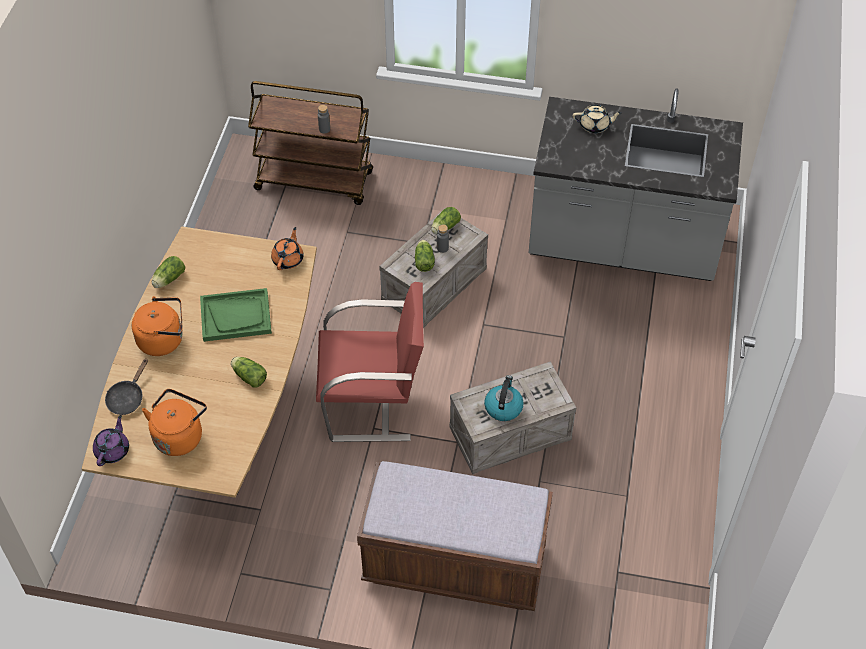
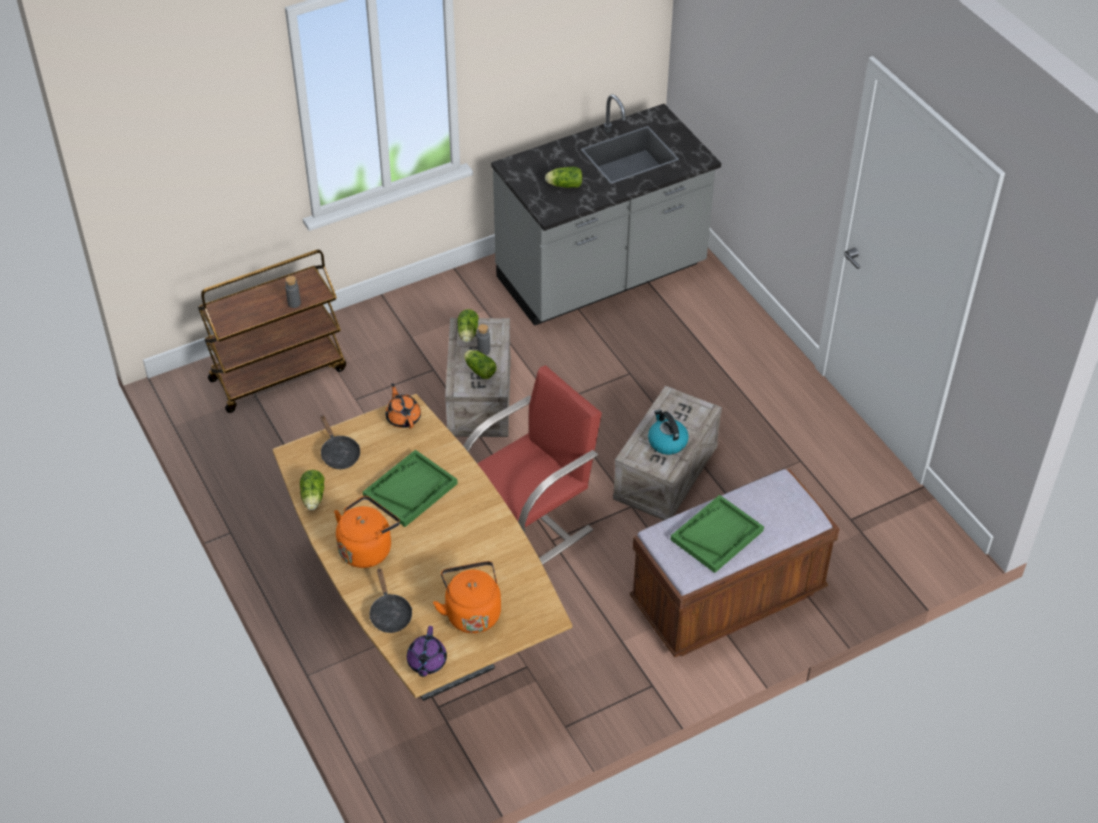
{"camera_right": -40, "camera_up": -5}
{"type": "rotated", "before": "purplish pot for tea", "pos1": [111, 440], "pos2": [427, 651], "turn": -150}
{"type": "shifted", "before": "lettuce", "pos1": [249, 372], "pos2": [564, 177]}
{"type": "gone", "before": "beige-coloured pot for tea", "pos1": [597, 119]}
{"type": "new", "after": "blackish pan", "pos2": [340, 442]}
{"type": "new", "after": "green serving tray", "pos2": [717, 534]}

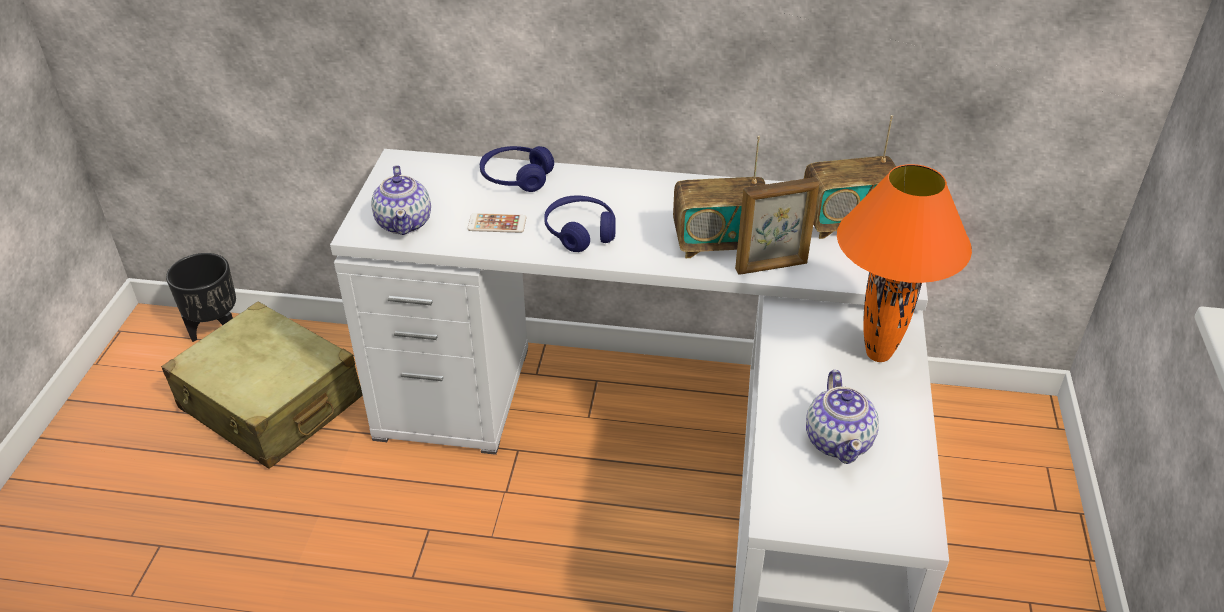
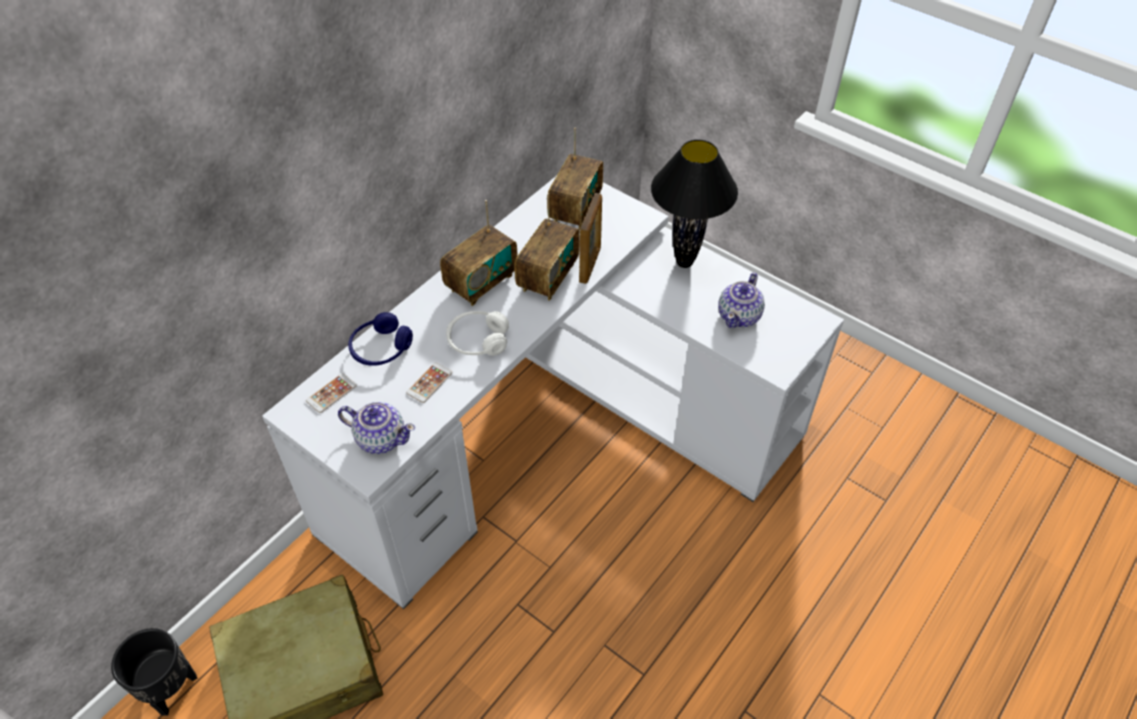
{"camera_right": -60, "camera_up": 10}
{"type": "repainted", "before": "blue pair of headphones", "after": "whitish pair of headphones", "pos1": [580, 223], "pos2": [477, 333]}
{"type": "rotated", "before": "pot for tea", "pos1": [842, 417], "pos2": [741, 300], "turn": 90}
{"type": "repainted", "before": "orange-coloured lamp for a table", "after": "blackish lamp for a table", "pos1": [904, 263], "pos2": [694, 204]}
{"type": "new", "after": "phone", "pos2": [331, 393]}
{"type": "new", "after": "radio", "pos2": [479, 253]}

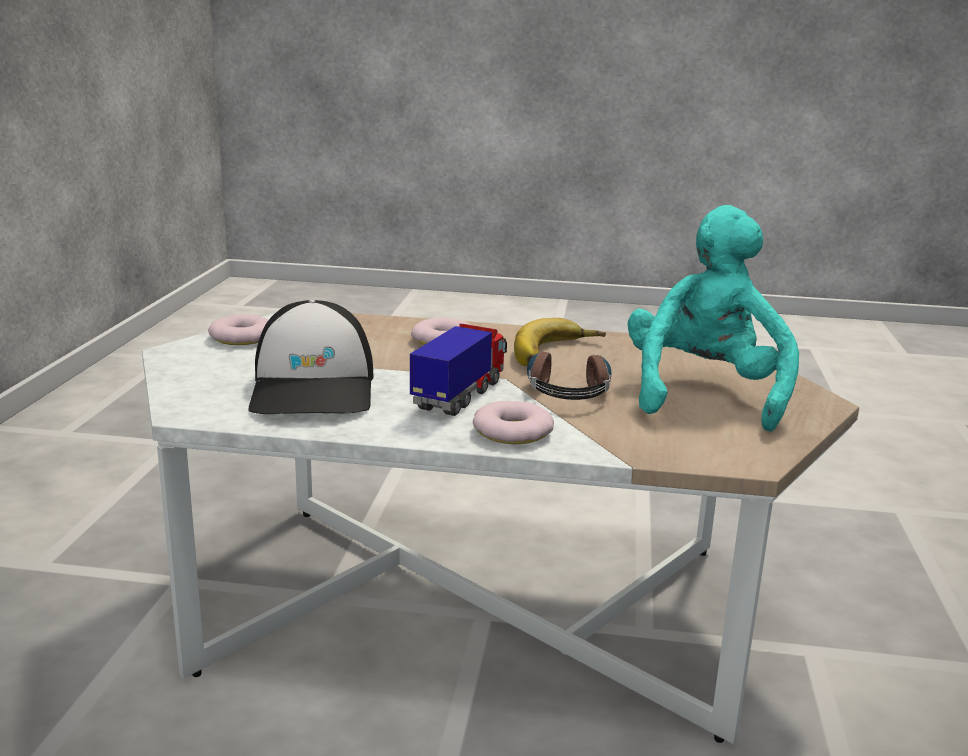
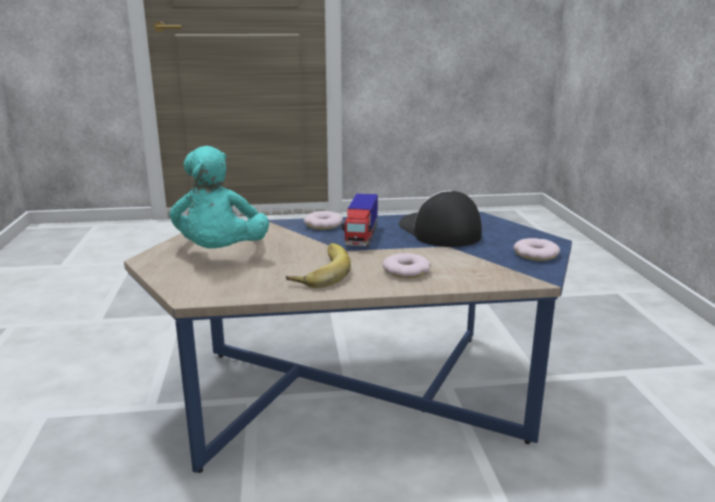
{"camera_right": 165, "camera_up": 0}
{"type": "repainted", "before": "whitish coffee table", "after": "blue coffee table", "pos1": [500, 528], "pos2": [348, 342]}
{"type": "gone", "before": "pair of headphones", "pos1": [569, 376]}

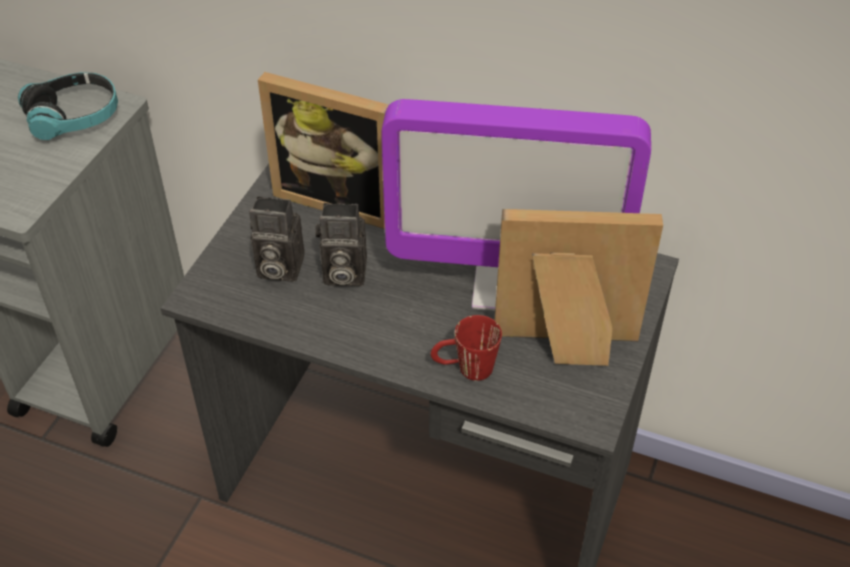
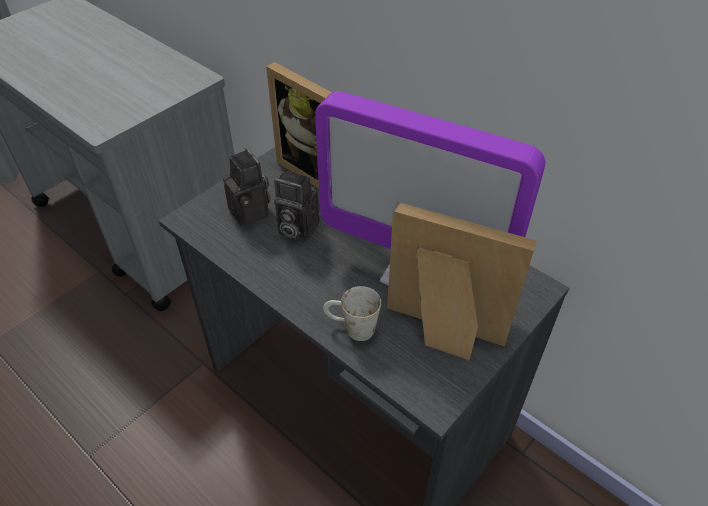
{"camera_right": 20, "camera_up": 0}
{"type": "gone", "before": "pair of headphones", "pos1": [68, 106]}
{"type": "rotated", "before": "photo camera", "pos1": [277, 239], "pos2": [247, 187], "turn": -150}
{"type": "repainted", "before": "reddish coffee mug", "after": "whitish coffee mug", "pos1": [466, 348], "pos2": [352, 313]}

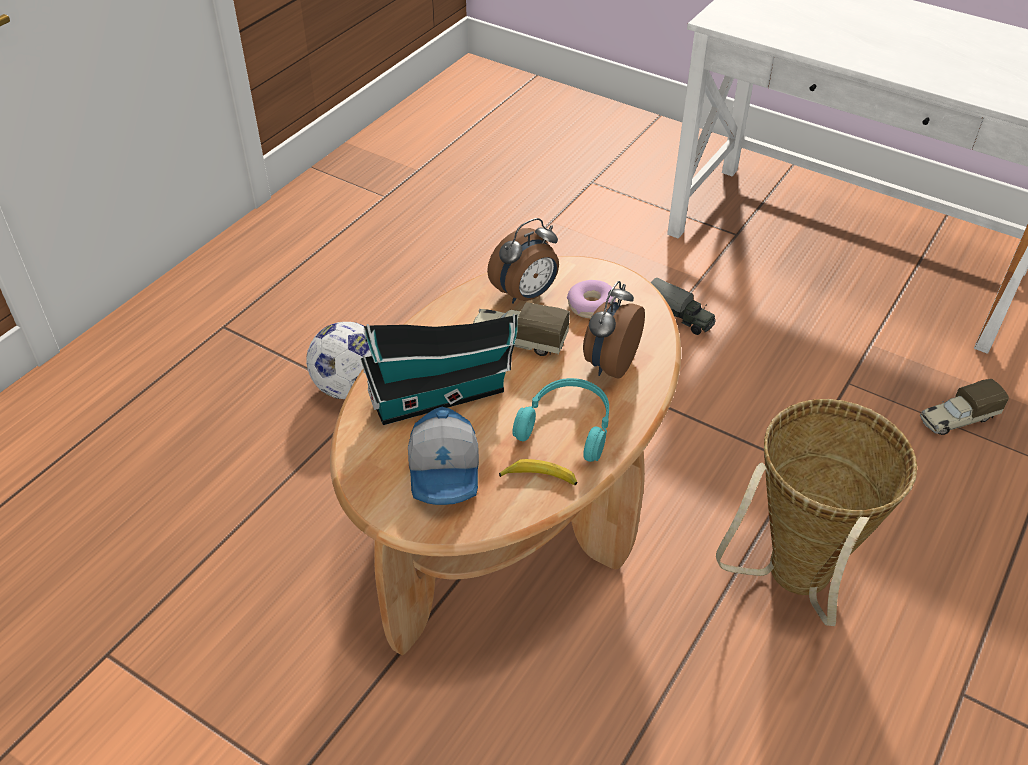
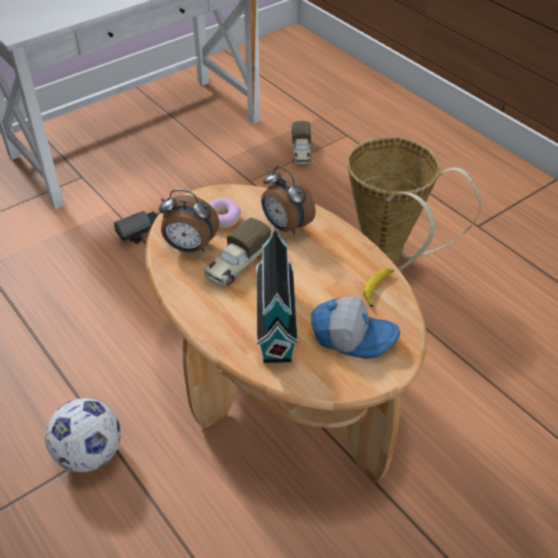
{"camera_right": -70, "camera_up": 0}
{"type": "rotated", "before": "bedside clock", "pos1": [523, 261], "pos2": [189, 221], "turn": 120}
{"type": "gone", "before": "turquoise pair of headphones", "pos1": [560, 420]}

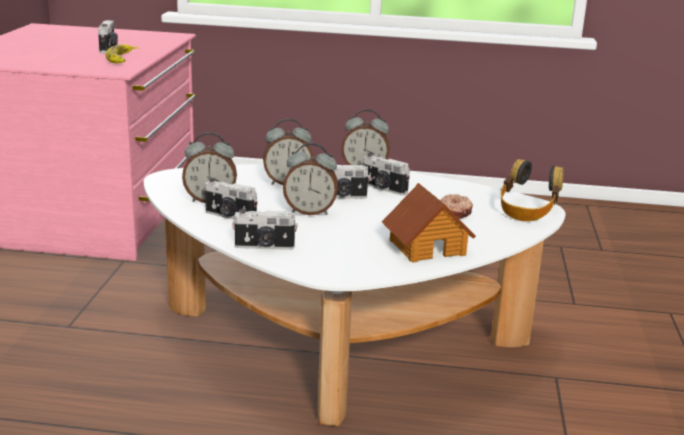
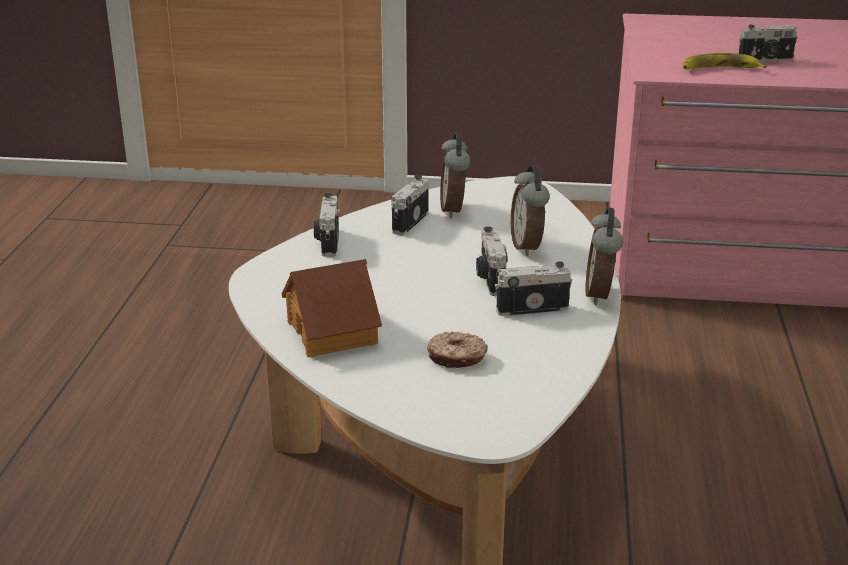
{"camera_right": 90, "camera_up": 5}
{"type": "gone", "before": "bedside clock", "pos1": [310, 179]}
{"type": "rotated", "before": "photo camera", "pos1": [386, 174], "pos2": [533, 288], "turn": 45}
{"type": "gone", "before": "pair of headphones", "pos1": [532, 190]}

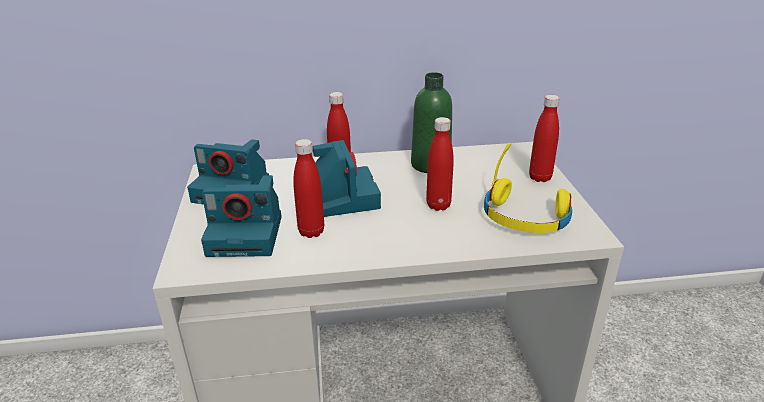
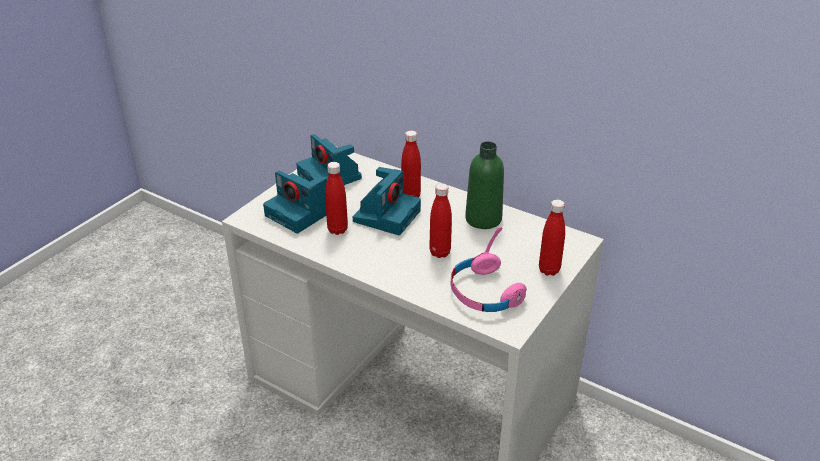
{"camera_right": 40, "camera_up": 5}
{"type": "repainted", "before": "yellow-coloured pair of headphones", "after": "pink-coloured pair of headphones", "pos1": [528, 188], "pos2": [489, 269]}

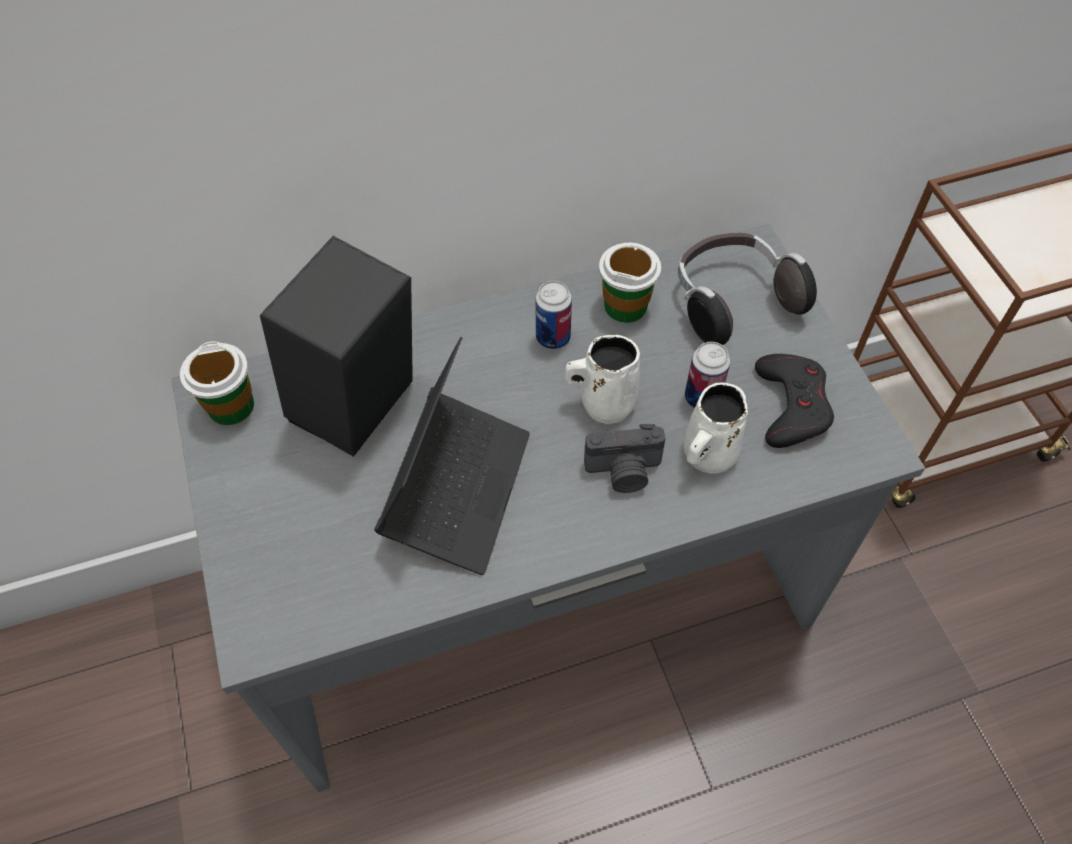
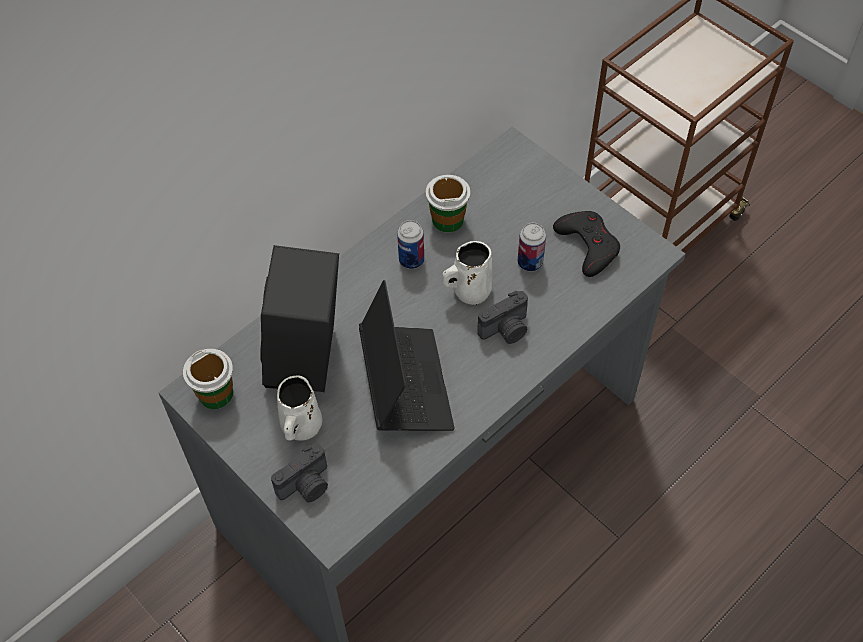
{"camera_right": -25, "camera_up": 0}
{"type": "gone", "before": "pair of headphones", "pos1": [747, 289]}
{"type": "shifted", "before": "whitish coffee mug", "pos1": [715, 428], "pos2": [299, 408]}
{"type": "new", "after": "photo camera", "pos2": [299, 473]}

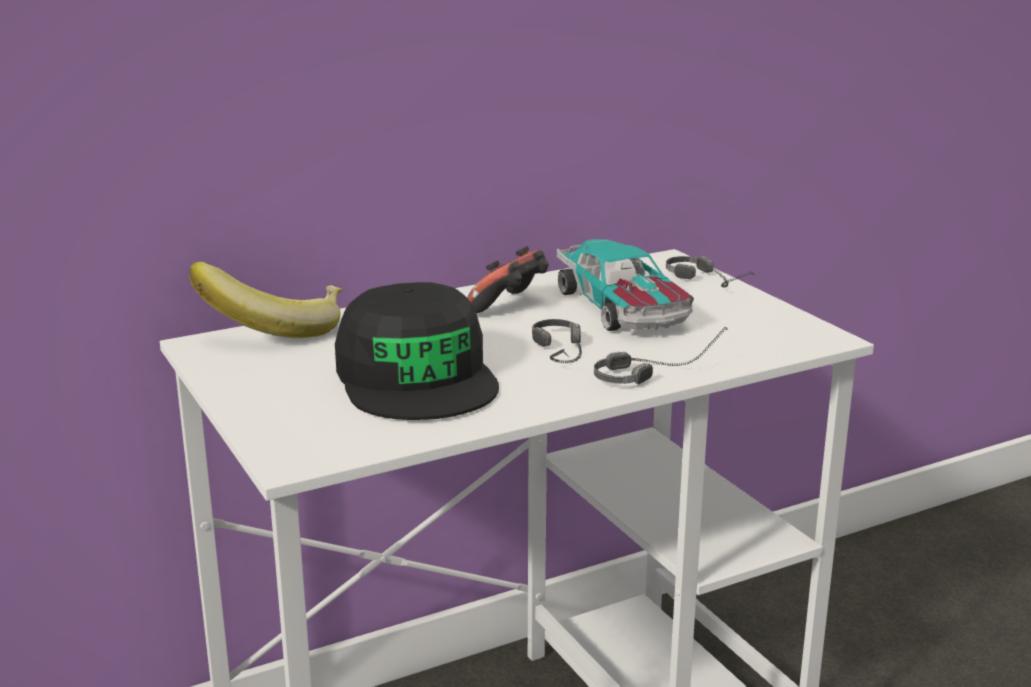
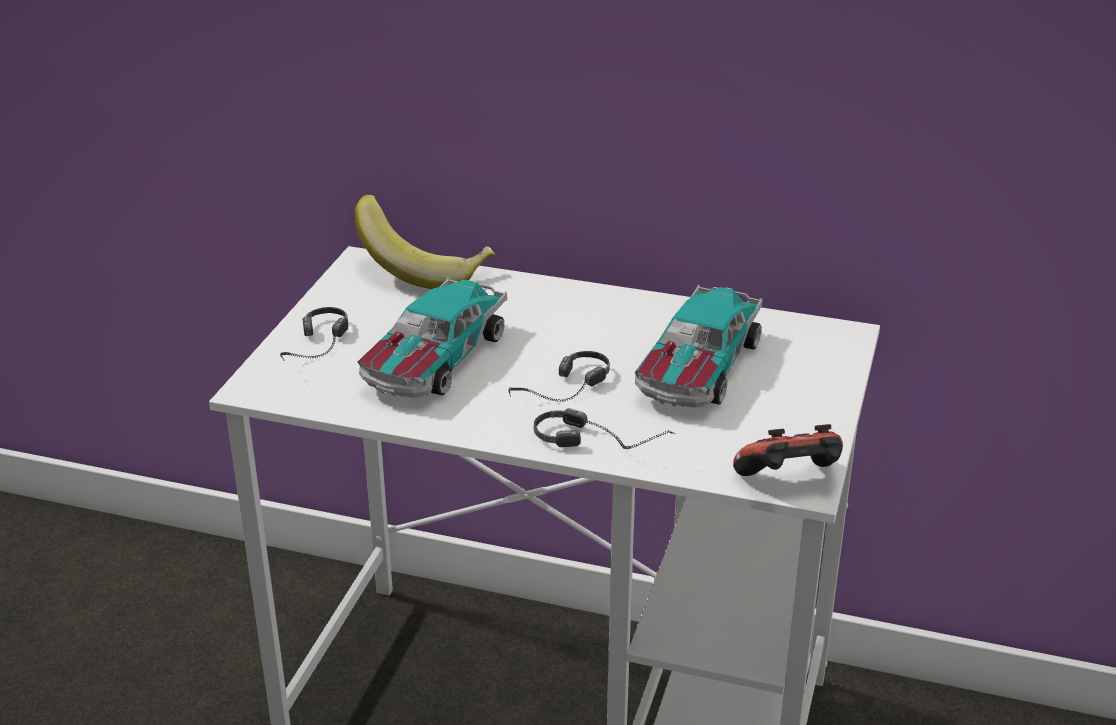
{"camera_right": 45, "camera_up": 10}
{"type": "swapped", "before": "blackish peaked cap", "after": "miniature car", "pos1": [417, 351], "pos2": [432, 338]}
{"type": "shifted", "before": "game controller", "pos1": [508, 279], "pos2": [788, 450]}
{"type": "shifted", "before": "pair of headphones", "pos1": [712, 272], "pos2": [314, 334]}

